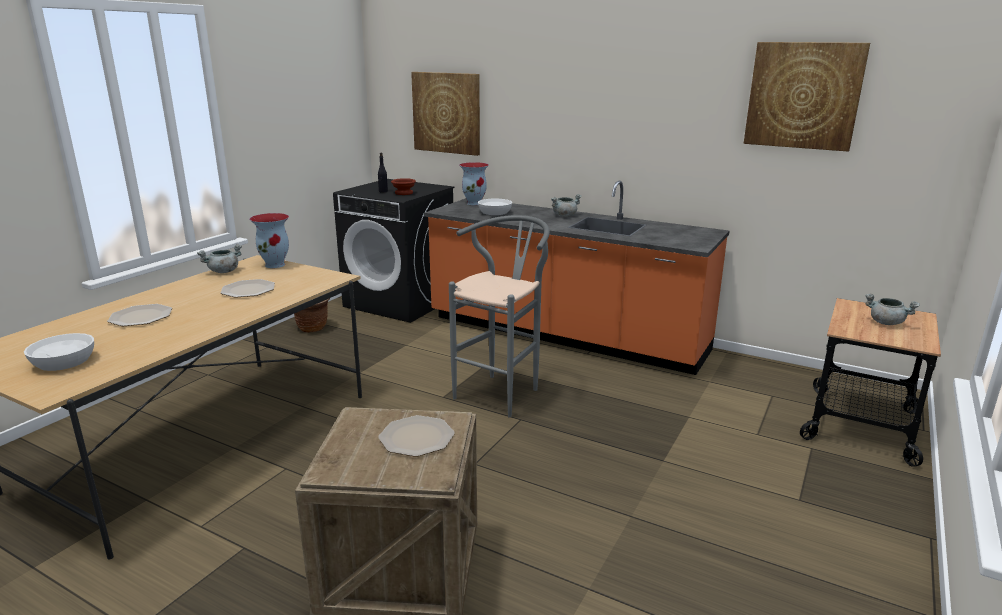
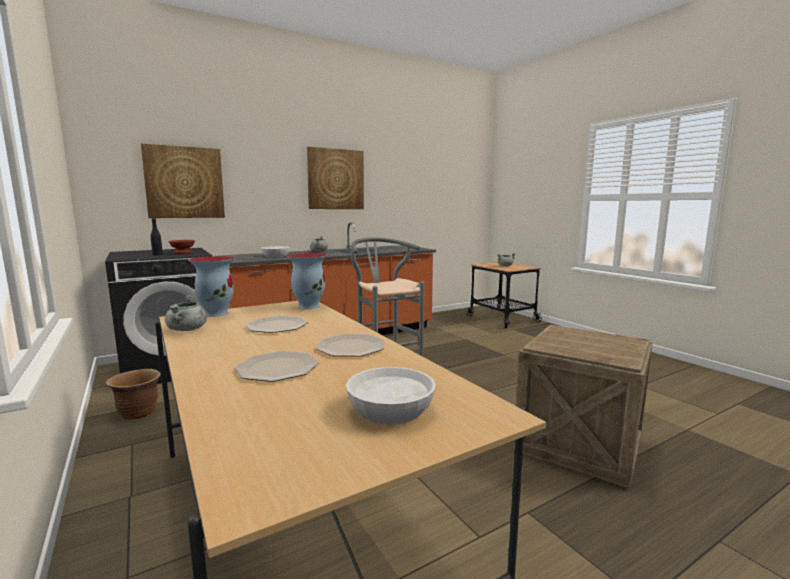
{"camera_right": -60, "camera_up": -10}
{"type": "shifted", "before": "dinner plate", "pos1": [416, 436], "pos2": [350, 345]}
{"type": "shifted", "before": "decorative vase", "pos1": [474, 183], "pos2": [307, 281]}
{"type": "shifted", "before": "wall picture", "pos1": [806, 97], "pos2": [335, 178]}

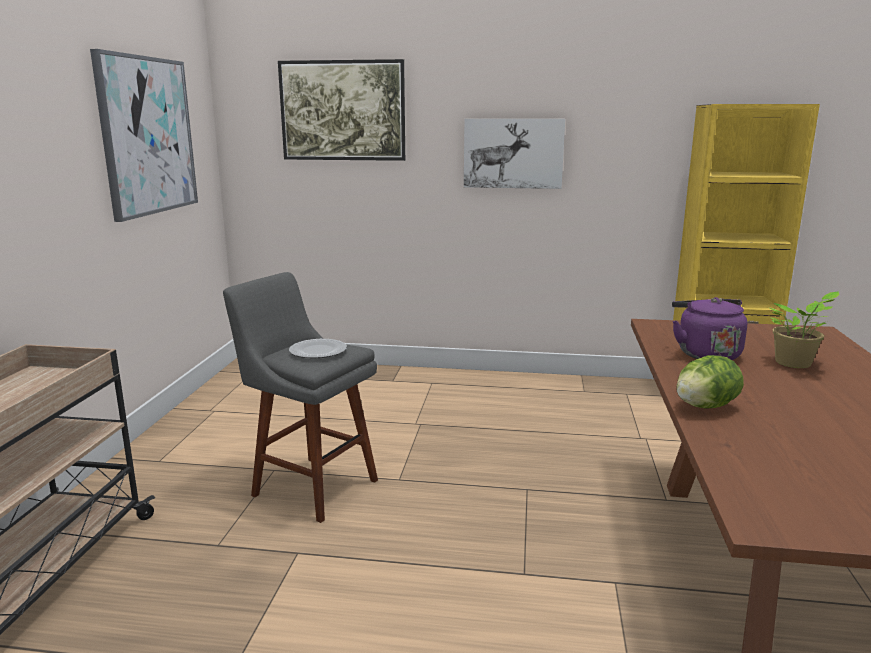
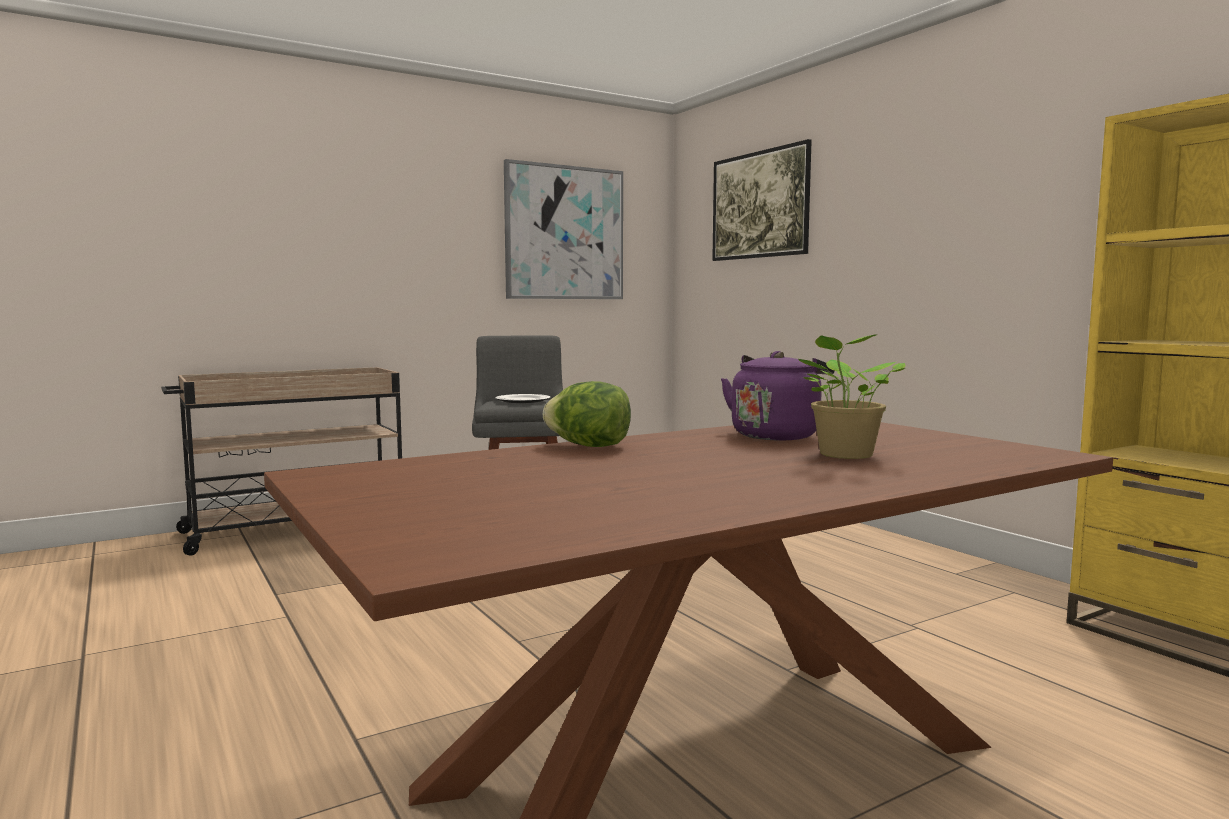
{"camera_right": 50, "camera_up": -10}
{"type": "gone", "before": "wall picture", "pos1": [514, 154]}

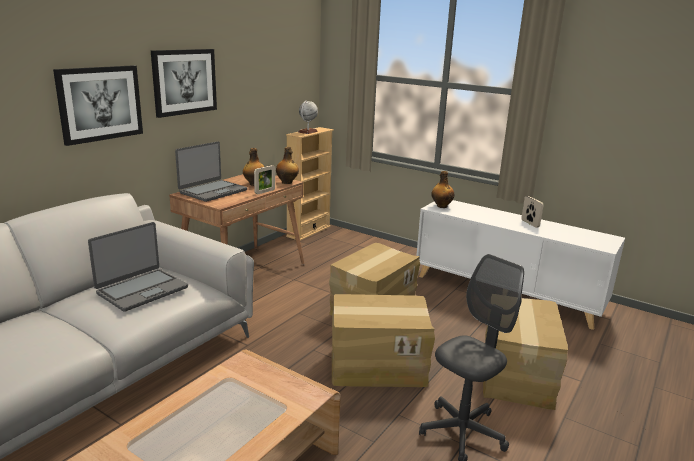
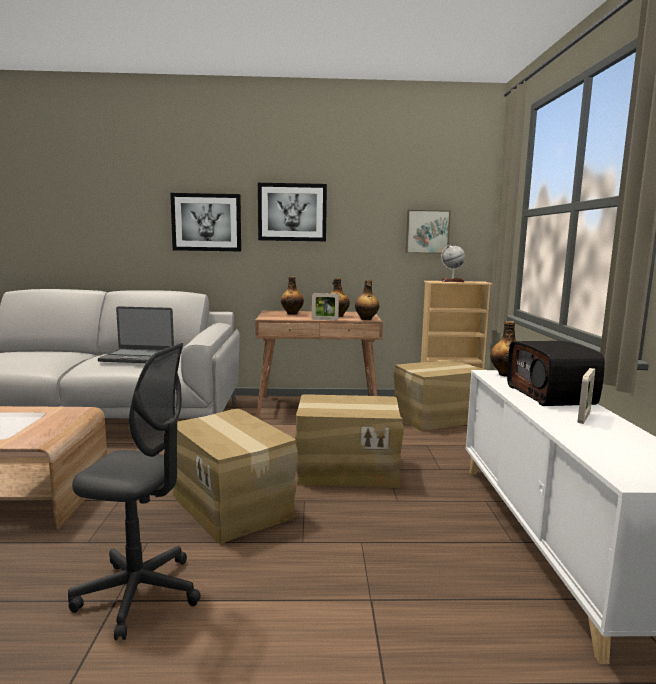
{"camera_right": 55, "camera_up": -10}
{"type": "swapped", "before": "portable computer", "after": "bottle", "pos1": [211, 171], "pos2": [292, 295]}
{"type": "shifted", "before": "carton", "pos1": [525, 354], "pos2": [440, 395]}
{"type": "new", "after": "wall picture", "pos2": [428, 232]}
{"type": "new", "after": "radio", "pos2": [556, 373]}

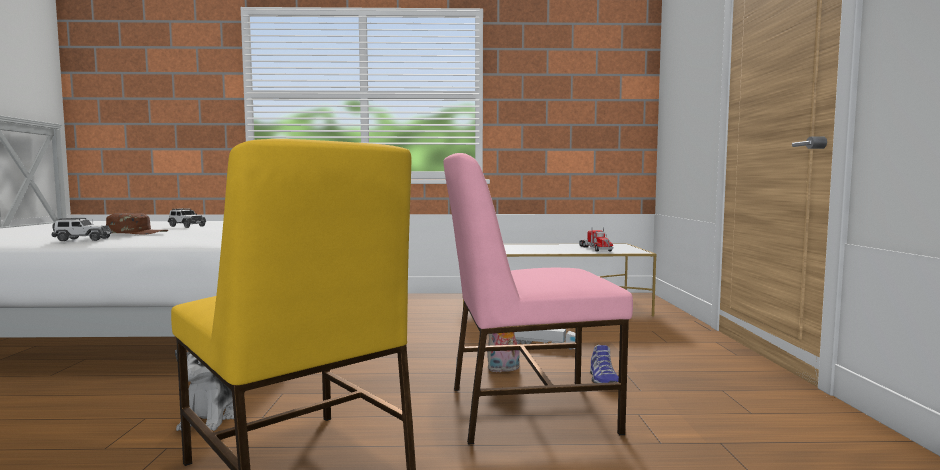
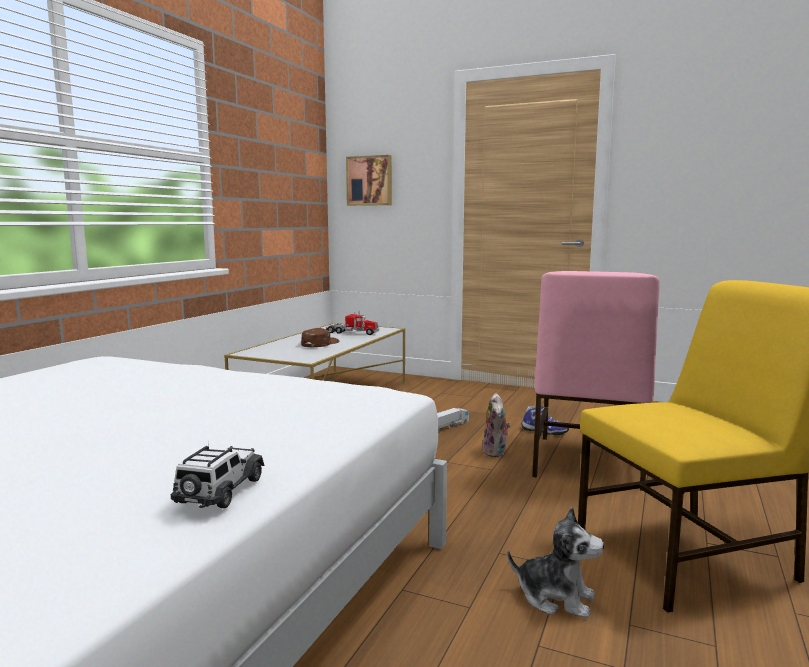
{"camera_right": -65, "camera_up": 5}
{"type": "shifted", "before": "brown-coloured peaked cap", "pos1": [137, 224], "pos2": [320, 337]}
{"type": "gone", "before": "miniature car", "pos1": [187, 218]}
{"type": "new", "after": "wall picture", "pos2": [369, 180]}

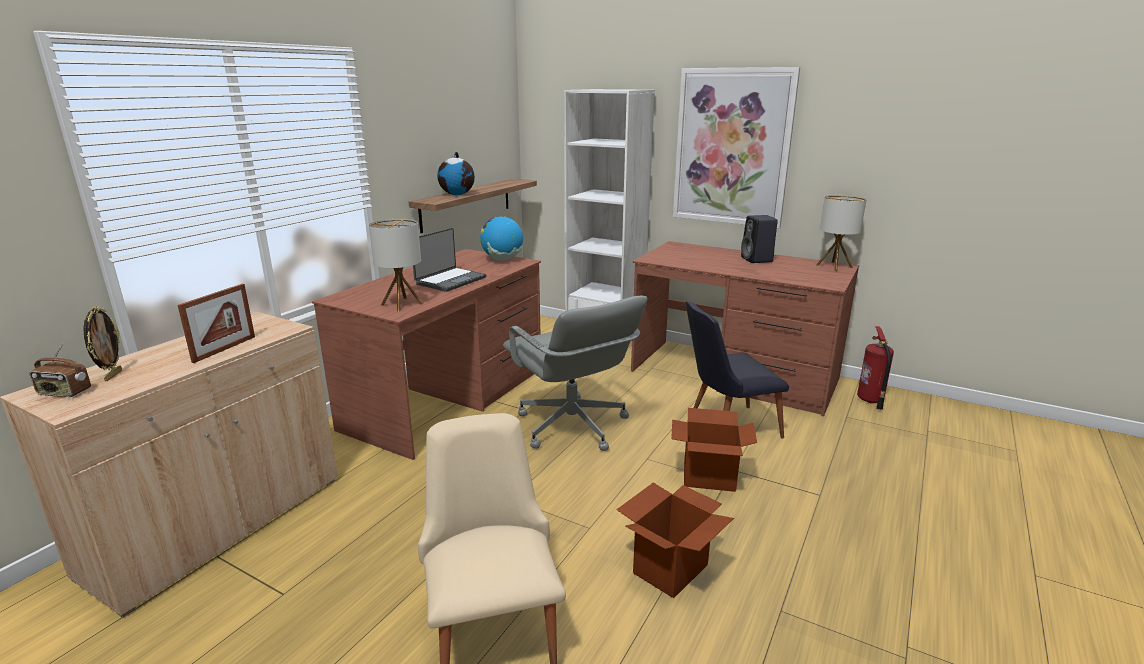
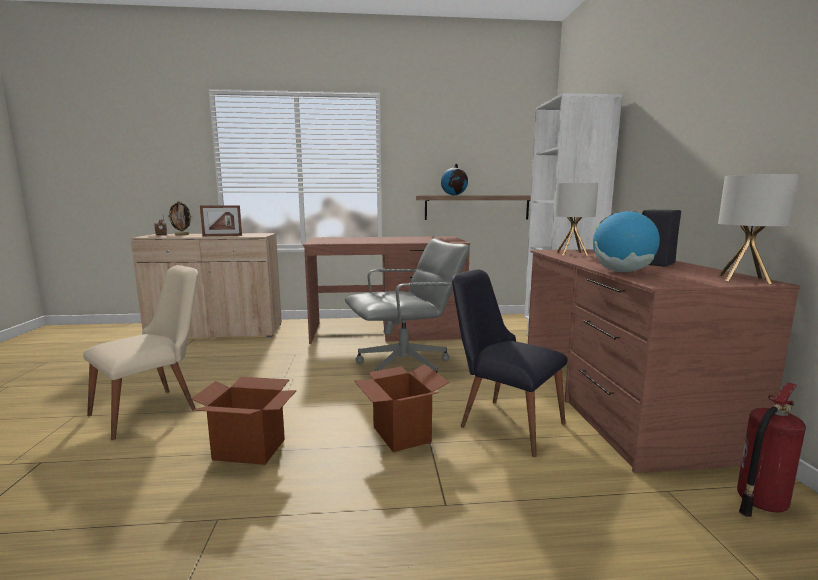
{"camera_right": 55, "camera_up": -10}
{"type": "shifted", "before": "lamp for a table", "pos1": [396, 265], "pos2": [576, 219]}
{"type": "gone", "before": "portable computer", "pos1": [449, 260]}
{"type": "shifted", "before": "desk globe", "pos1": [501, 238], "pos2": [626, 241]}
{"type": "rotated", "before": "greyish computer chair", "pos1": [575, 373], "pos2": [407, 305], "turn": -135}
{"type": "gone", "before": "wall picture", "pos1": [736, 147]}

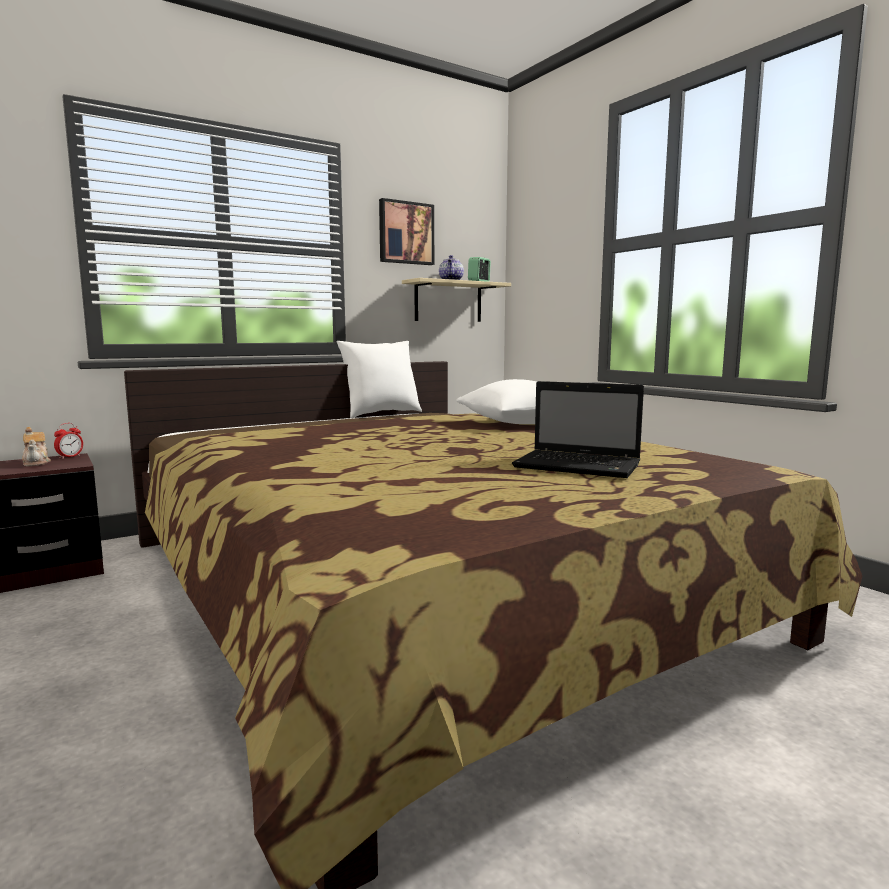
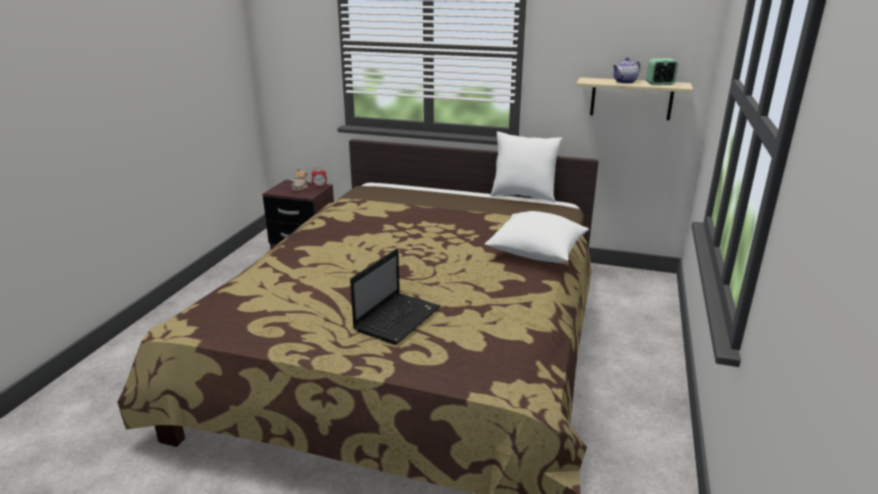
{"camera_right": 50, "camera_up": 15}
{"type": "gone", "before": "wall picture", "pos1": [406, 231]}
{"type": "rotated", "before": "portable computer", "pos1": [578, 429], "pos2": [395, 296], "turn": -135}

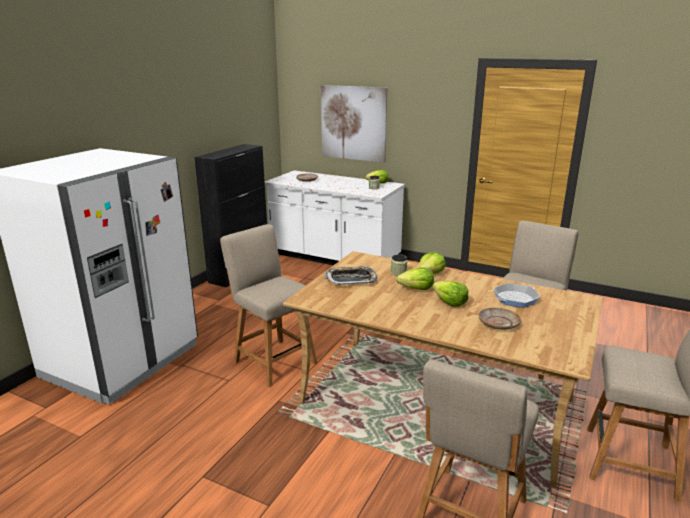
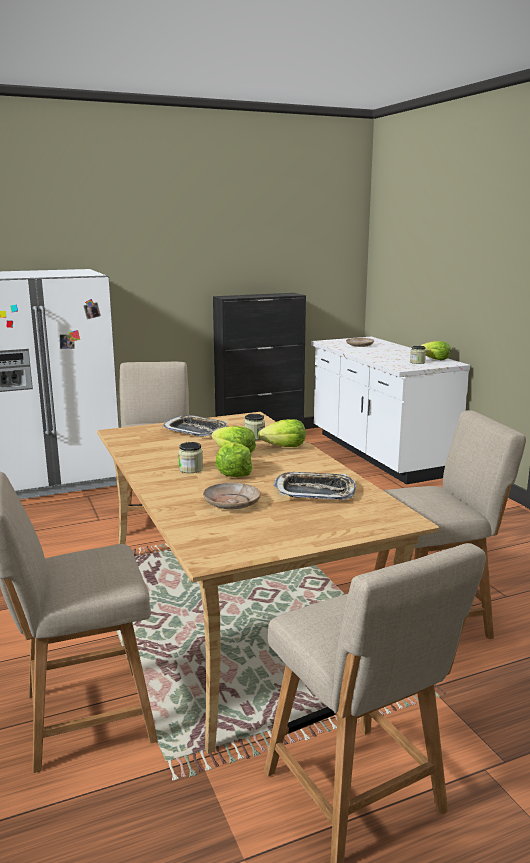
{"camera_right": 40, "camera_up": -5}
{"type": "gone", "before": "wall picture", "pos1": [354, 124]}
{"type": "swapped", "before": "pan", "after": "serving tray", "pos1": [516, 295], "pos2": [314, 486]}
{"type": "new", "after": "storage jar", "pos2": [190, 457]}

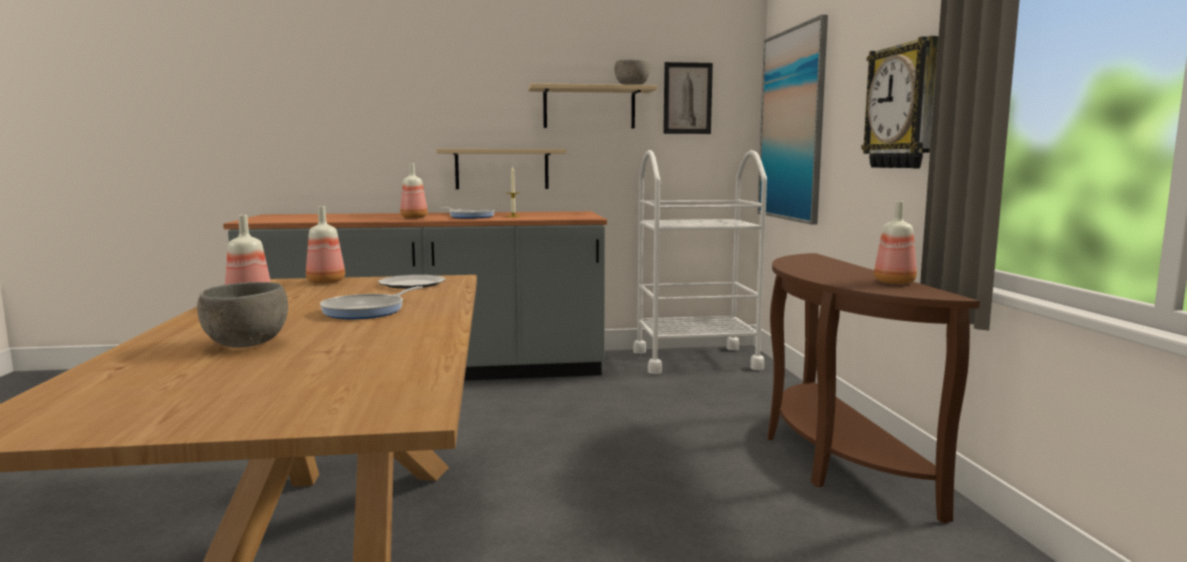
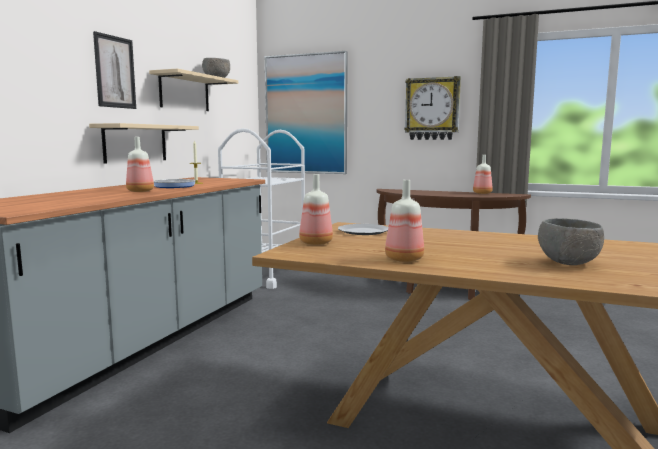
{"camera_right": -60, "camera_up": 0}
{"type": "gone", "before": "pan", "pos1": [371, 302]}
{"type": "shifted", "before": "wall picture", "pos1": [688, 98], "pos2": [114, 70]}

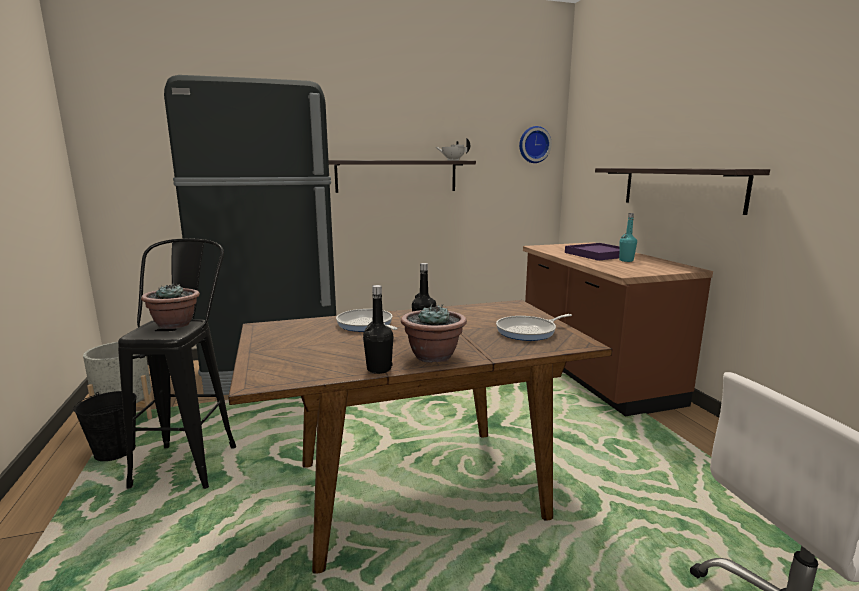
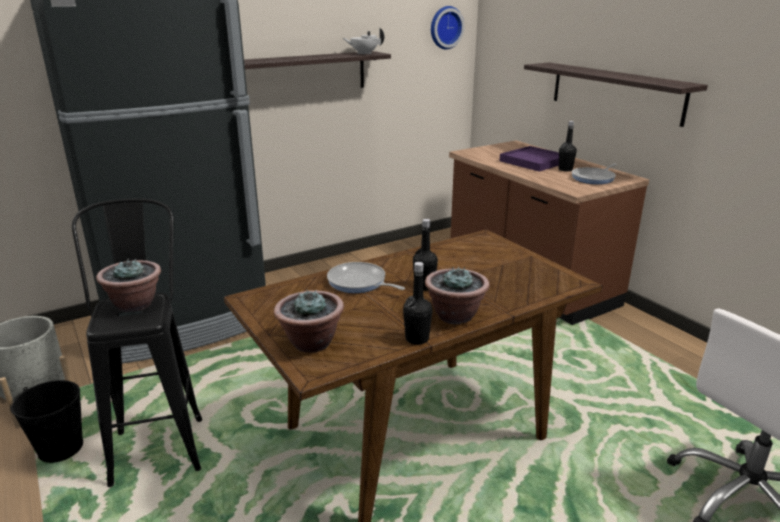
{"camera_right": -15, "camera_up": 10}
{"type": "shifted", "before": "pan", "pos1": [534, 327], "pos2": [594, 174]}
{"type": "repainted", "before": "turquoise bottle", "after": "blackish bottle", "pos1": [628, 237], "pos2": [568, 146]}
{"type": "new", "after": "houseplant", "pos2": [309, 321]}

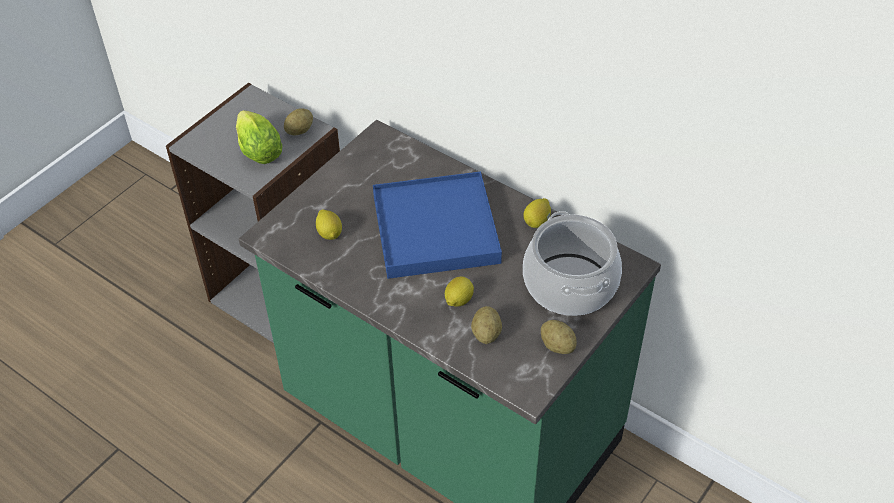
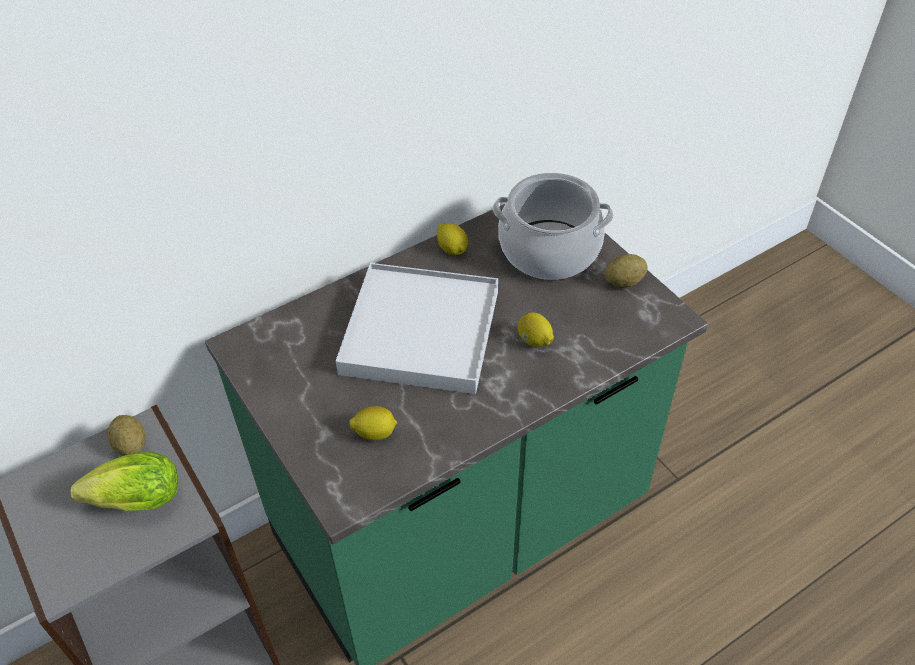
{"camera_right": -70, "camera_up": 0}
{"type": "repainted", "before": "blue serving tray", "after": "whitish serving tray", "pos1": [437, 225], "pos2": [416, 328]}
{"type": "gone", "before": "whole potato", "pos1": [486, 325]}

